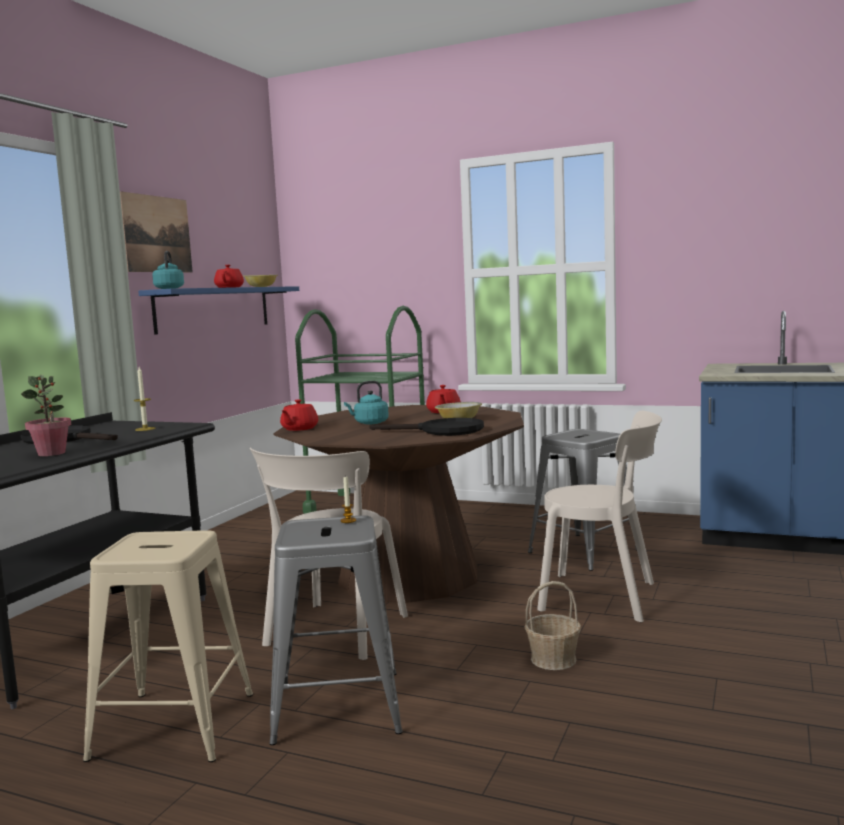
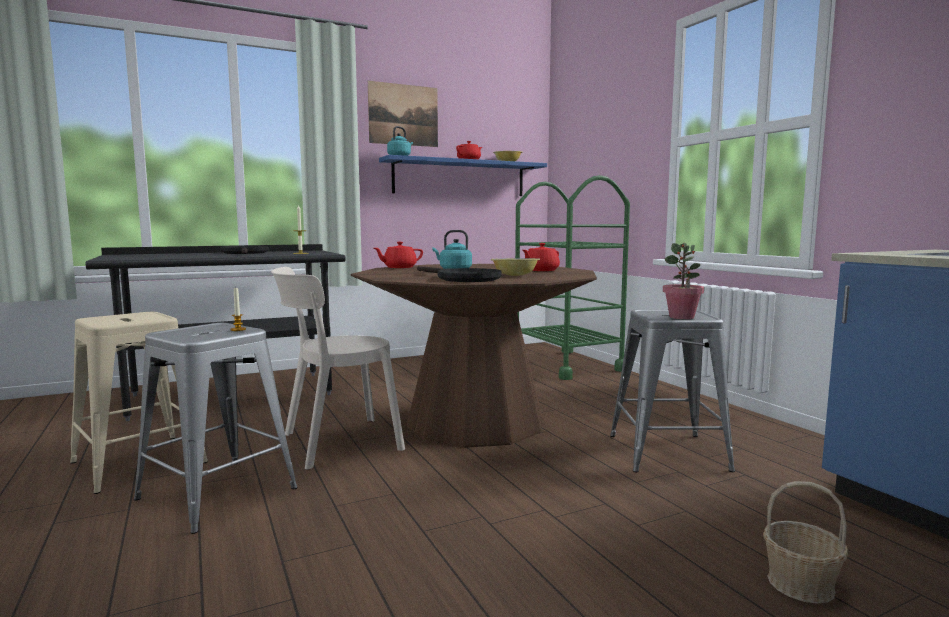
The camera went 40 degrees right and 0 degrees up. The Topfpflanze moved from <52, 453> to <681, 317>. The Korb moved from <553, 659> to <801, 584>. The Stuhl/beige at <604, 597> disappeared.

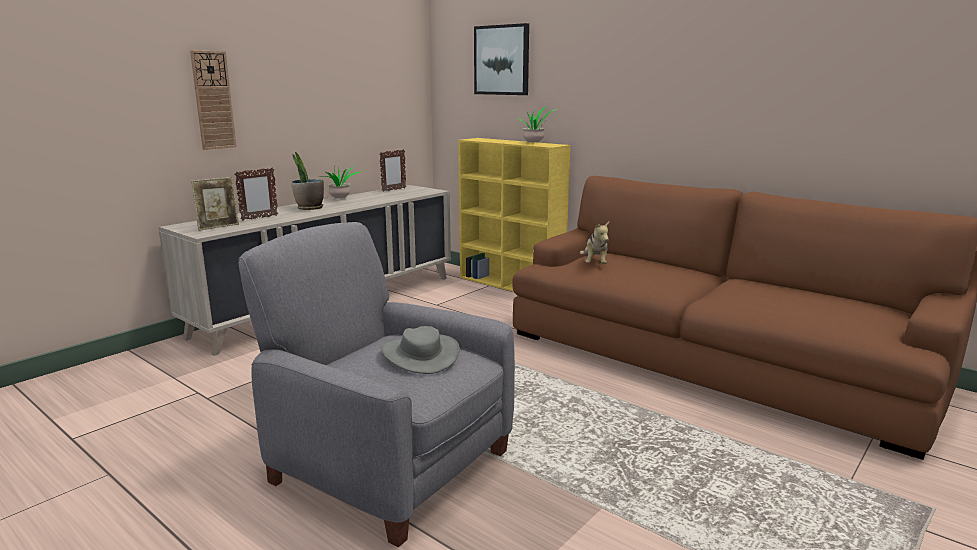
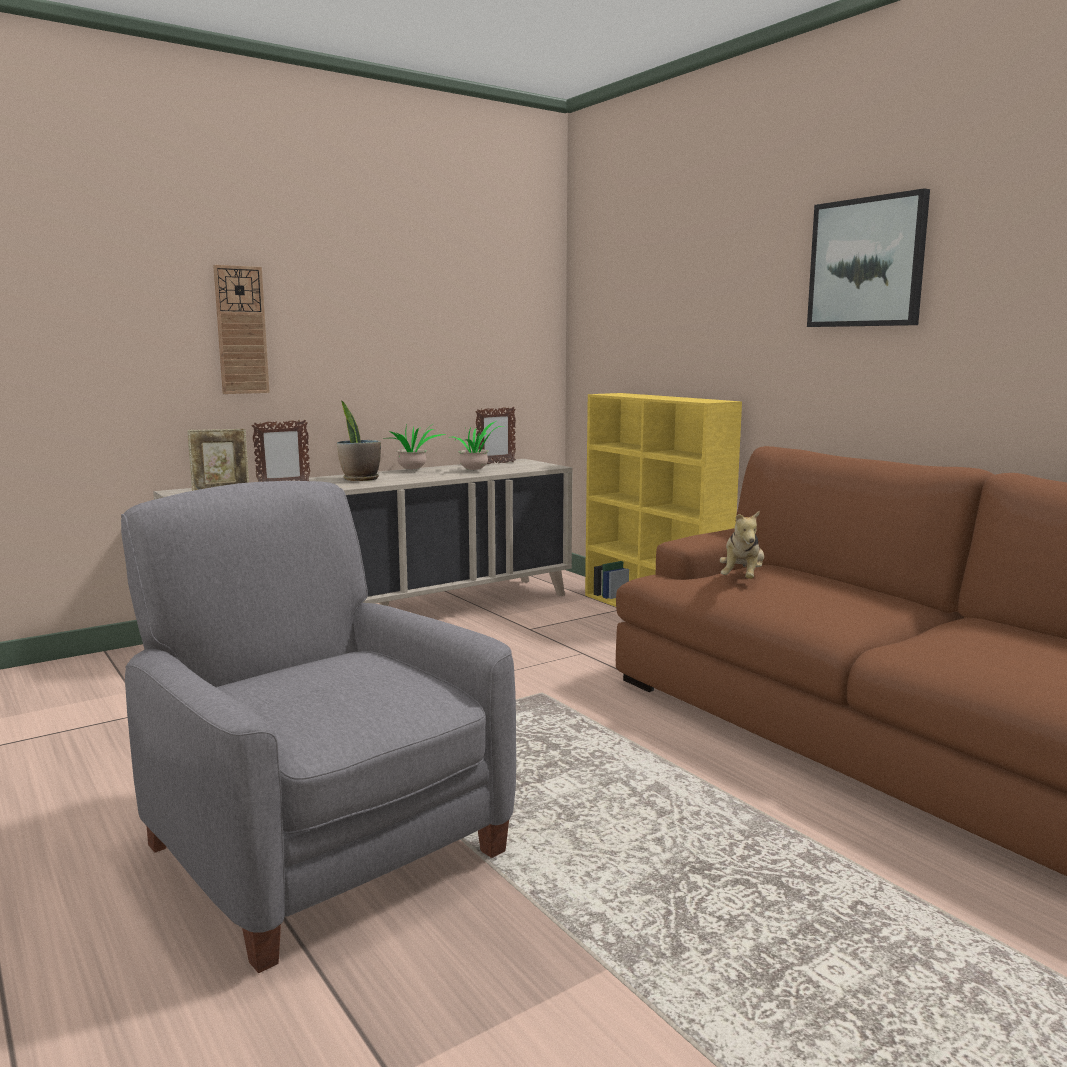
The camera went 15 degrees right and 5 degrees down. The Topfpflanze moved from <535, 143> to <476, 471>. The Bild moved from <502, 60> to <867, 262>. The Hut/grau at <420, 355> disappeared.

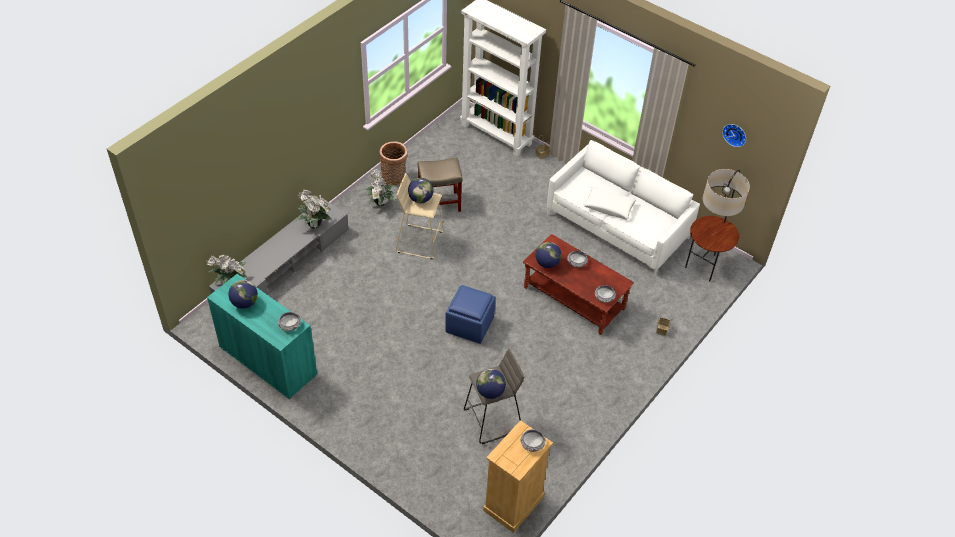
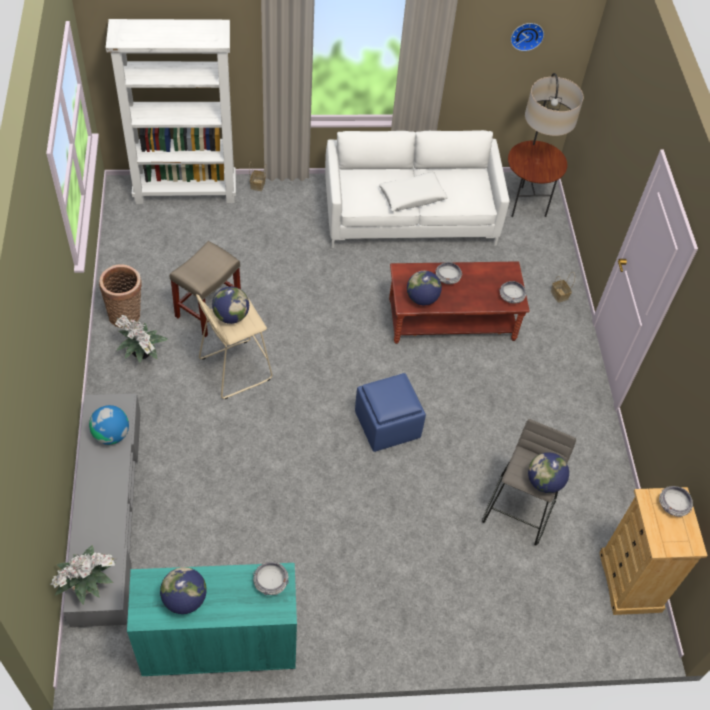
The camera went 45 degrees left and 5 degrees up. The Topfpflanze at <314, 224> was replaced by the Globus at <111, 434>.

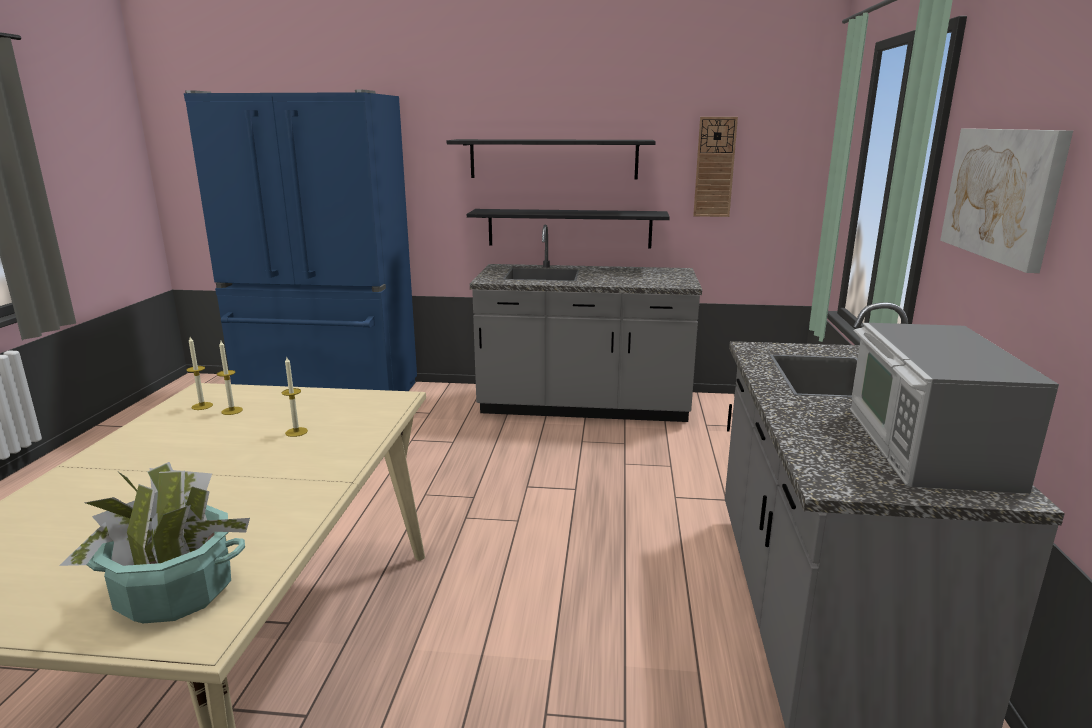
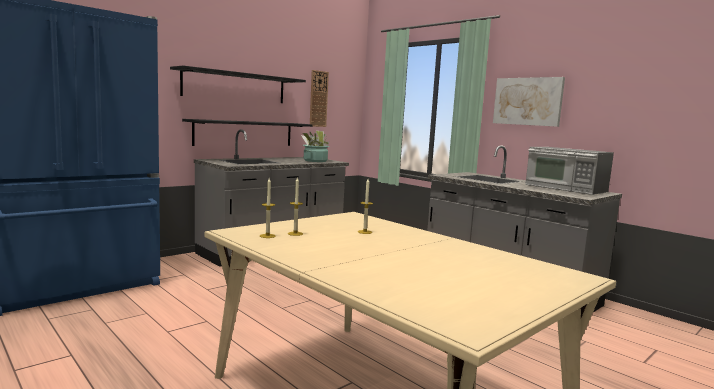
The camera went 50 degrees left and 10 degrees down. The Topfpflanze moved from <176, 592> to <315, 161>.

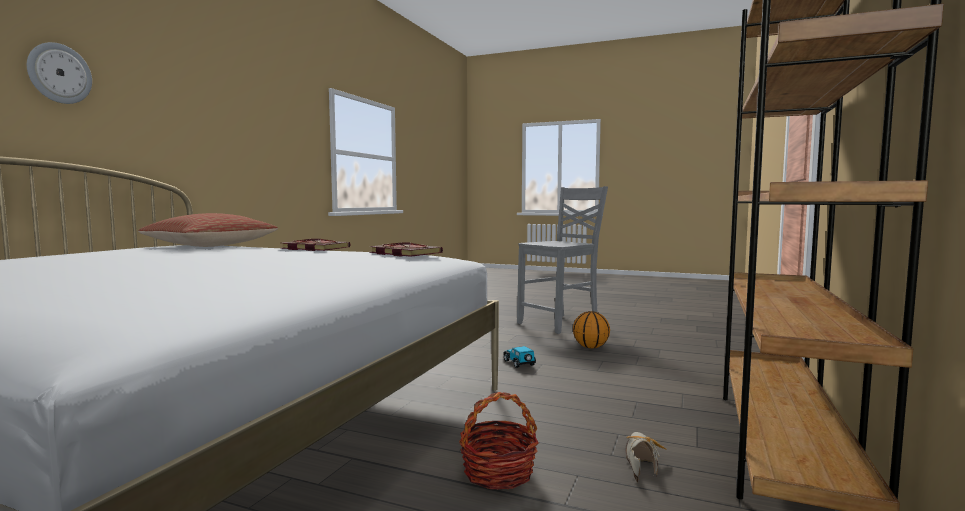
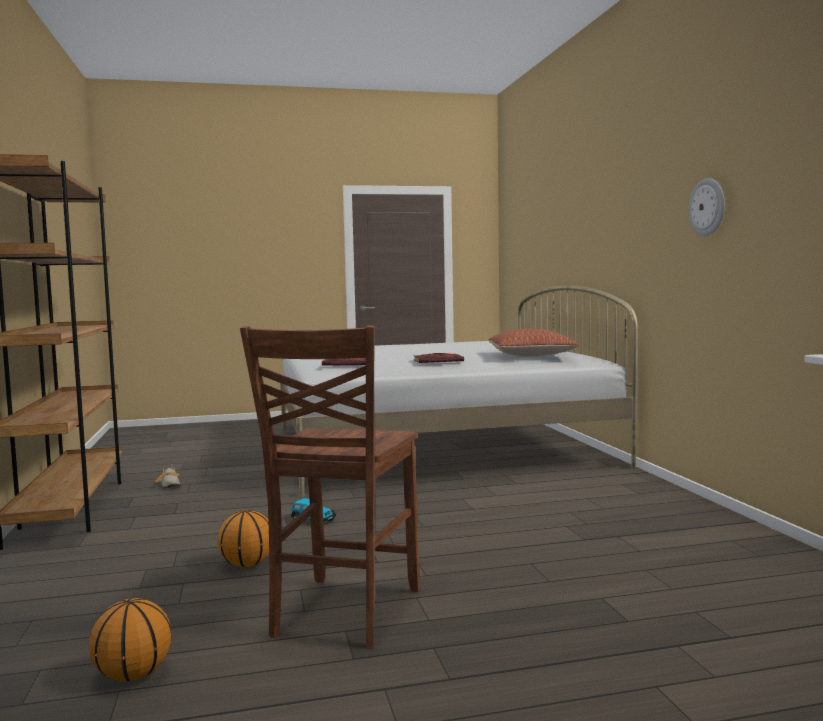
The camera went 145 degrees right and 0 degrees up. The Basketball at <133, 676> appeared. The Stuhl/grau at <560, 323> became the Stuhl/braun at <343, 613>. The Wanduhr moved from <59, 73> to <708, 207>. The Korb at <498, 472> disappeared.

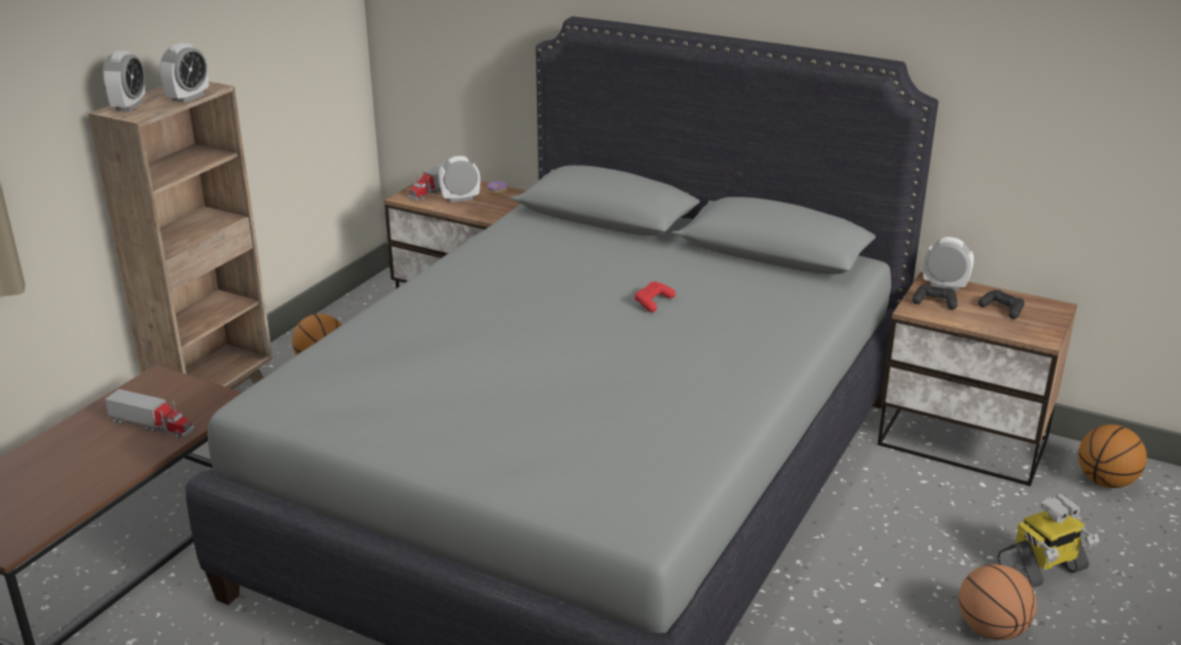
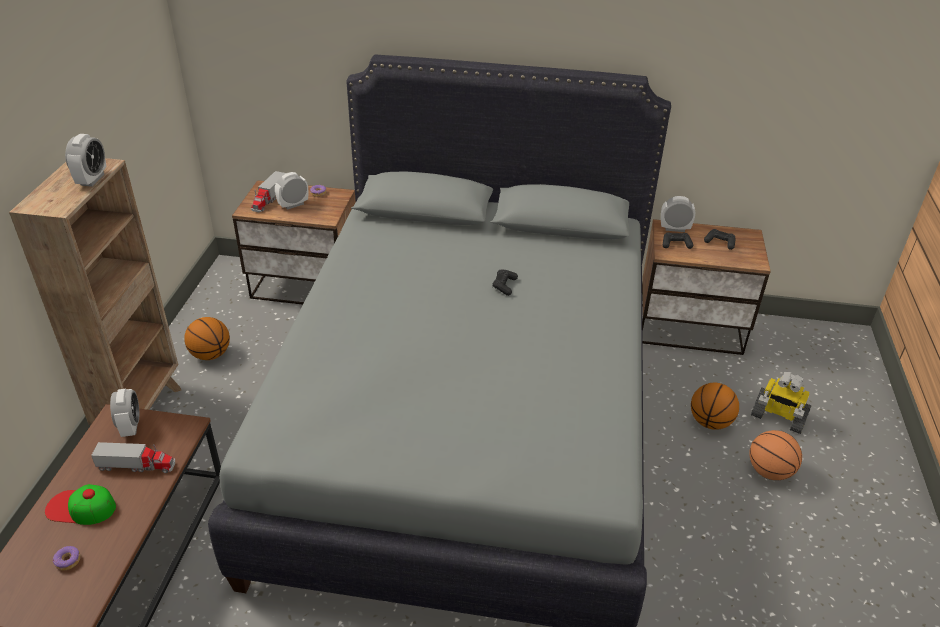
The camera went 20 degrees left and 10 degrees up. The Kappe at <80, 507> appeared. The Donut at <68, 561> appeared. The Wecker moved from <129, 106> to <131, 426>. The Gamepad/rot at <653, 302> became the Gamepad/schwarz at <504, 286>. The Basketball moved from <1106, 482> to <710, 422>. The Spielzeugroboter at <1042, 569> turned 75 degrees clockwise.

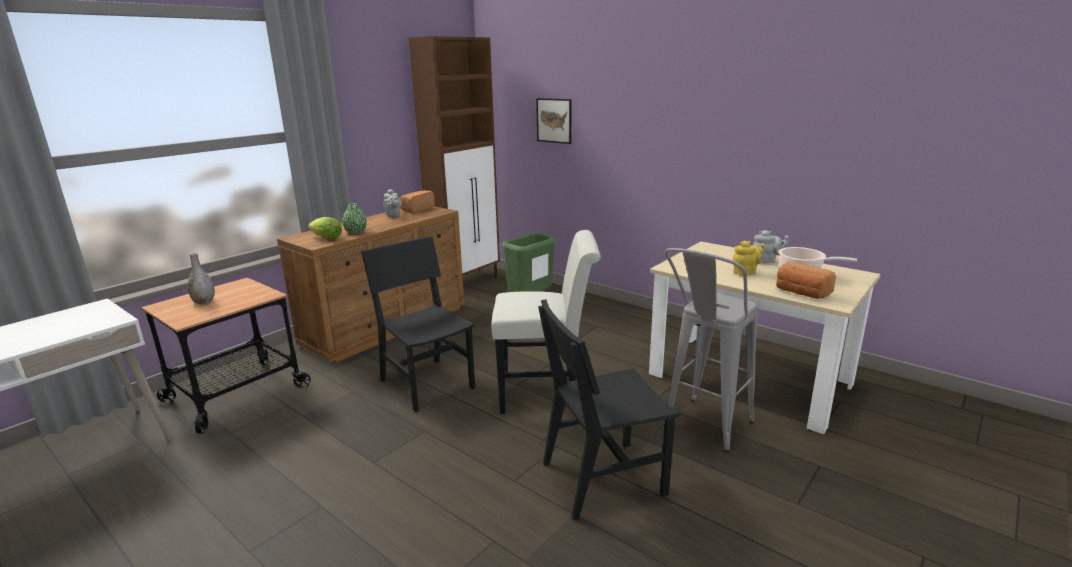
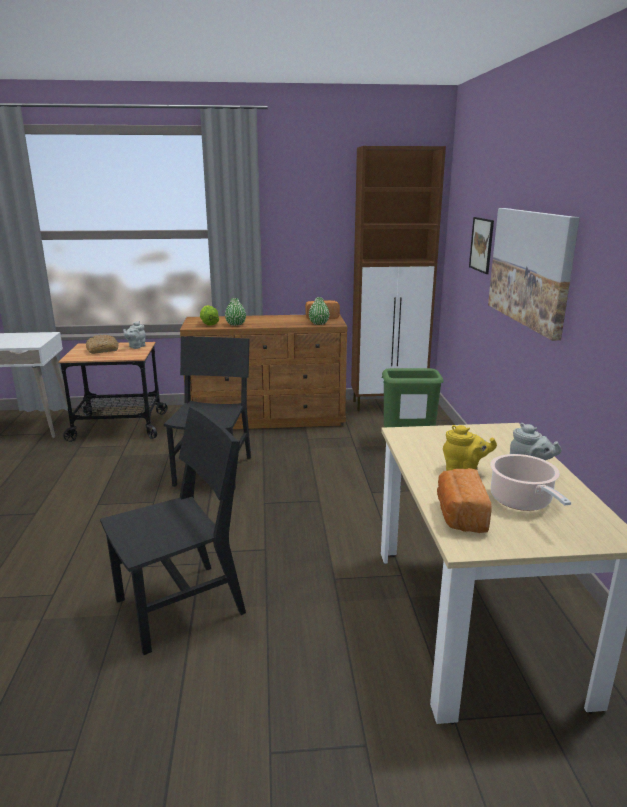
The camera went 45 degrees right and 0 degrees up. The Vase/grau at <204, 302> was replaced by the Brot at <103, 350>. The Stuhl/schwarz at <603, 478> turned 120 degrees clockwise. The Teekanne/grau moved from <393, 215> to <136, 347>. The Vase/grün at <319, 323> appeared. The Bild at <530, 268> appeared. The Stuhl/weiß at <546, 393> disappeared. The Hocker/grau at <702, 431> disappeared.

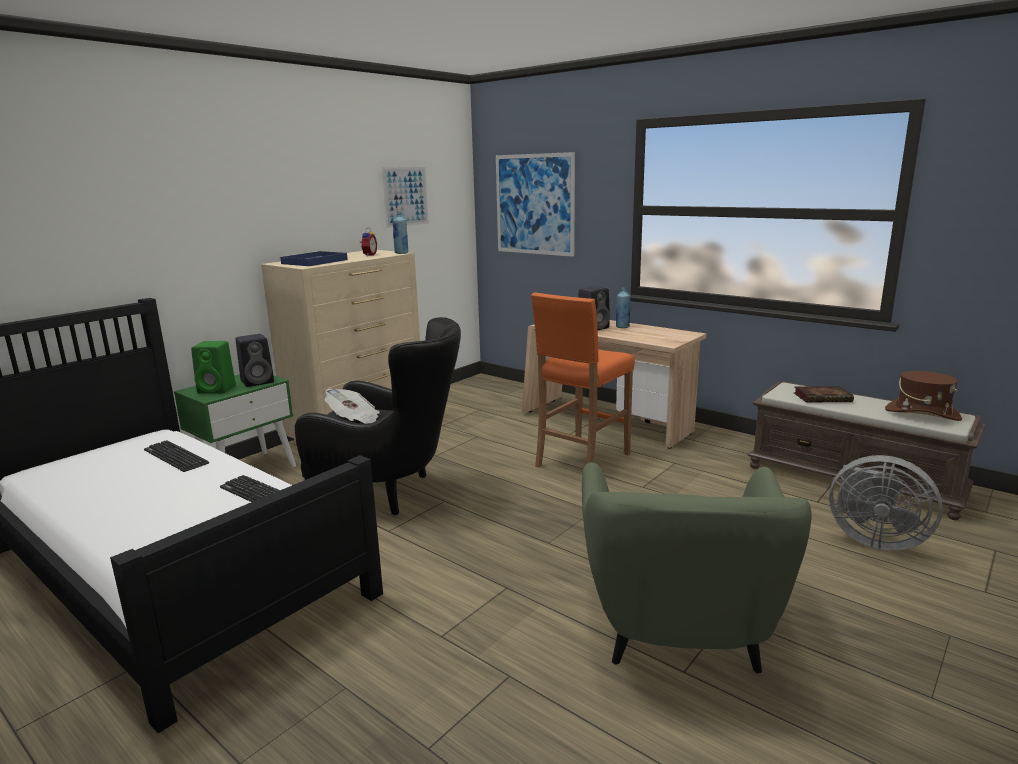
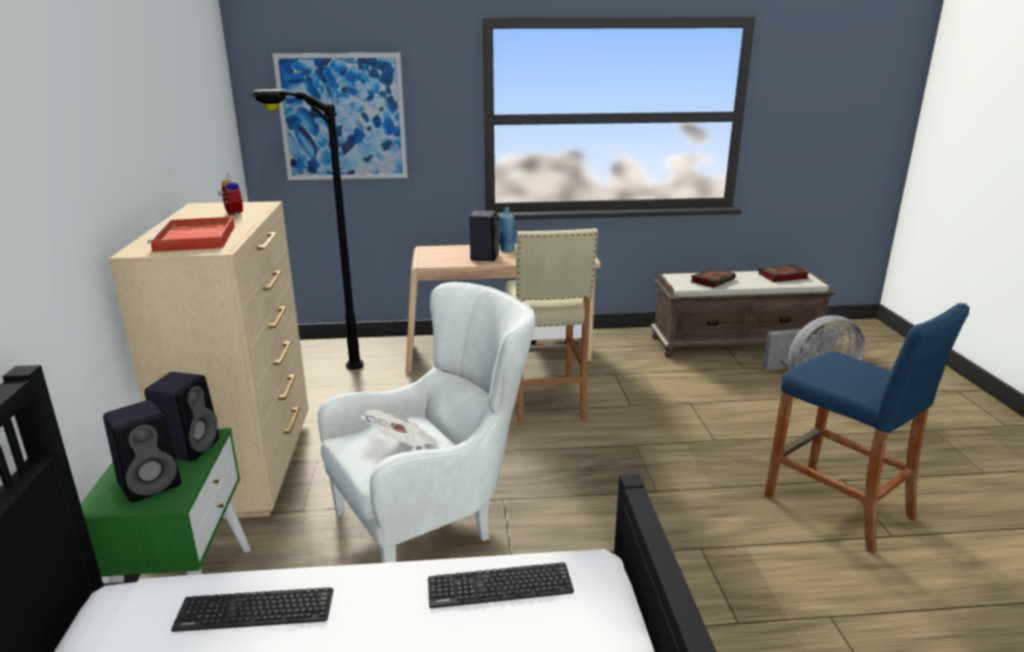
The camera went 45 degrees left and 5 degrees up. The Lautsprecher/grün at <218, 389> became the Lautsprecher/schwarz at <152, 483>. The Tablett/blau at <313, 262> became the Tablett/rot at <195, 239>. The Stehlampe/schwarz at <316, 353> appeared. The Sessel/schwarz at <390, 493> became the Sessel/weiß at <435, 520>. The Hocker/orange at <582, 460> became the Hocker/beige at <545, 401>. The Hut/braun at <922, 414> was replaced by the Buch at <782, 276>. The Sessel/grün at <677, 626> was replaced by the Hocker/blau at <837, 506>. The Bild at <406, 196> disappeared. The Flasche/blau at <401, 253> disappeared.

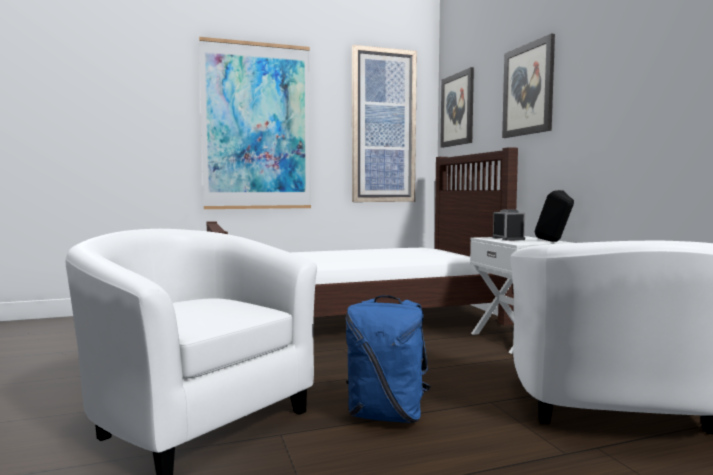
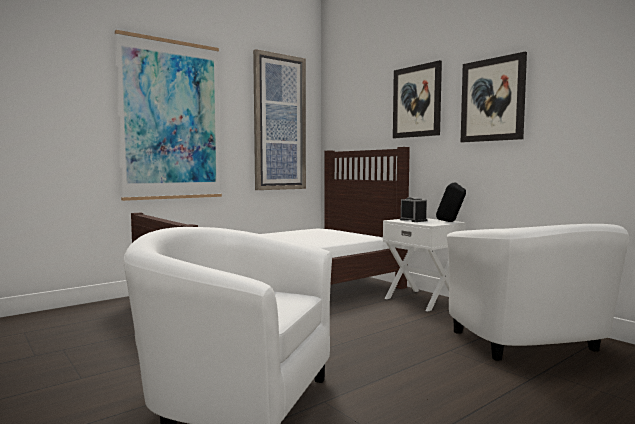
The camera went 20 degrees left and 0 degrees up. The Bild moved from <457, 109> to <492, 100>. The Rucksack/blau at <387, 415> disappeared.

